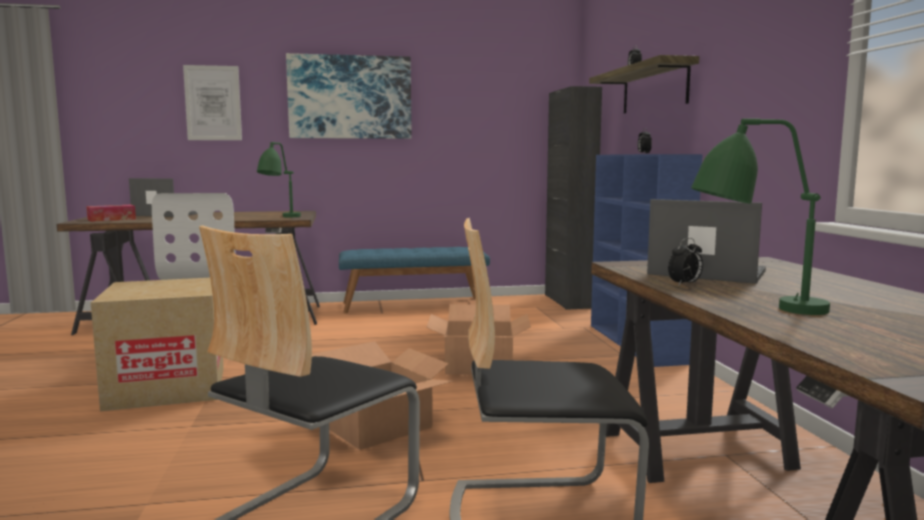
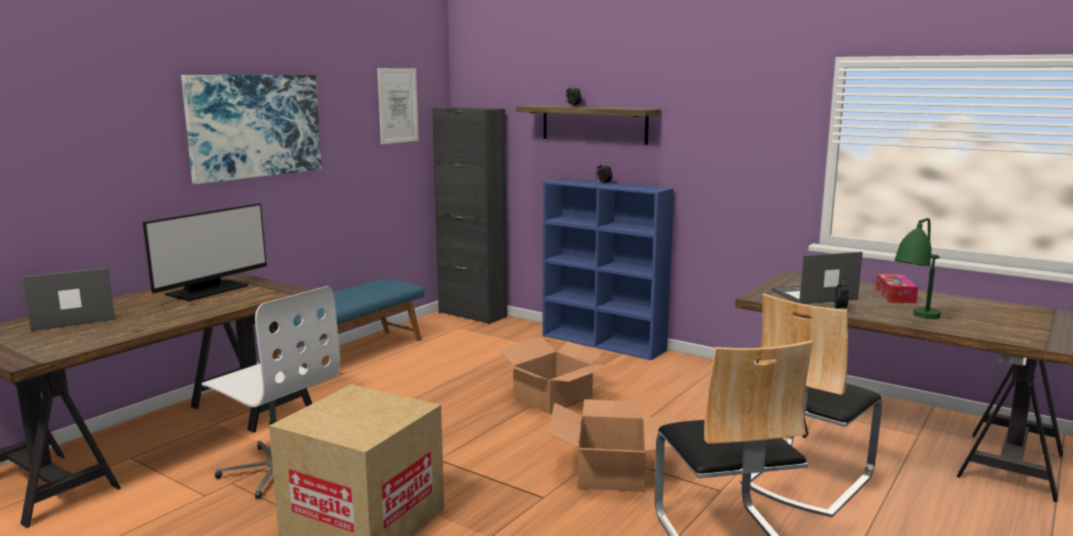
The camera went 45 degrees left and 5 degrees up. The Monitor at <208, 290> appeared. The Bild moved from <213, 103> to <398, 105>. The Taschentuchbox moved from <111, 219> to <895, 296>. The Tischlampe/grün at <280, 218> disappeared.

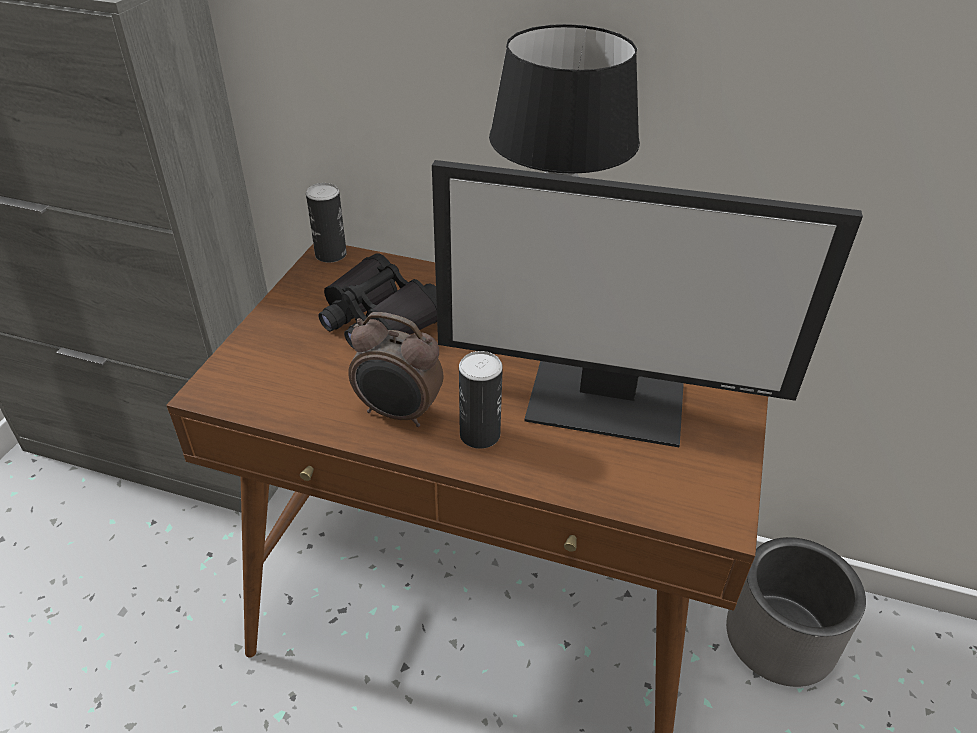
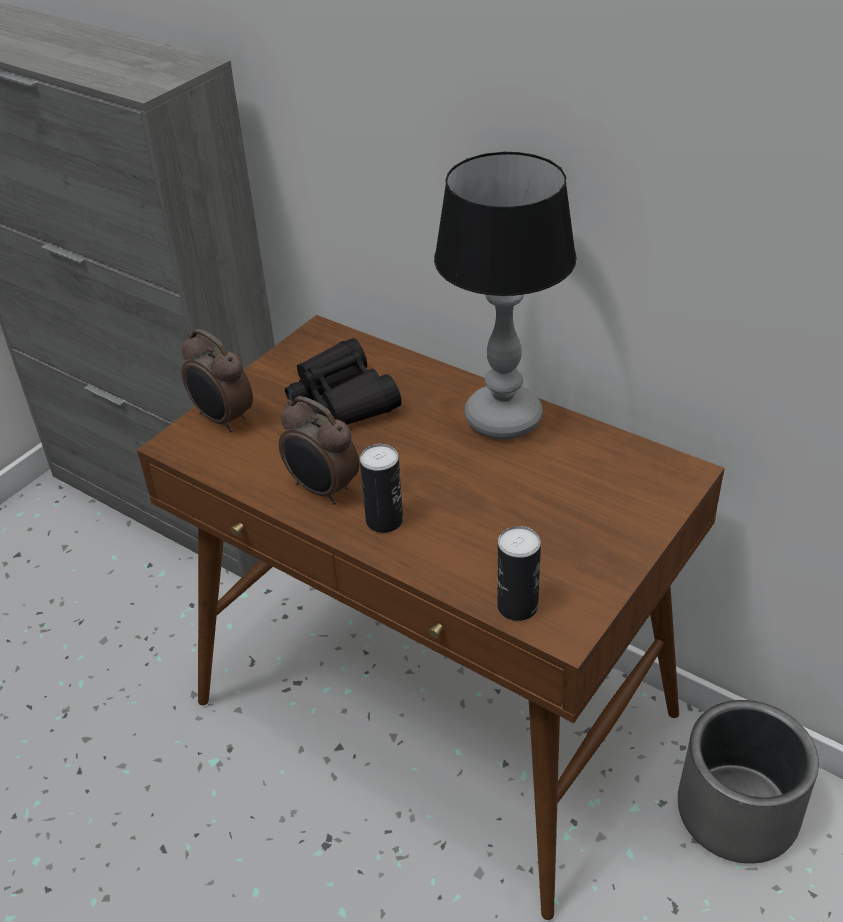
The camera went 20 degrees right and 0 degrees up. The Wecker at <222, 419> appeared. The Dose moved from <331, 254> to <517, 606>. The Monitor at <608, 400> disappeared.

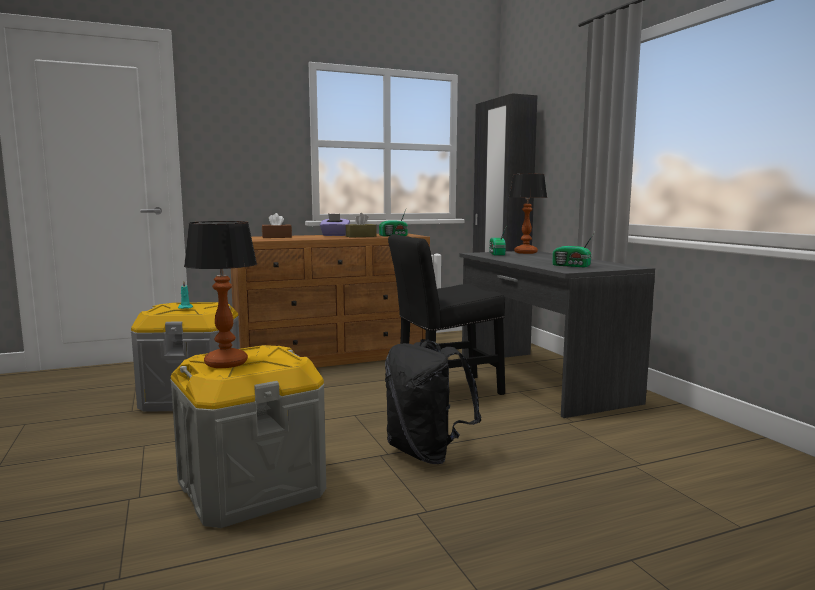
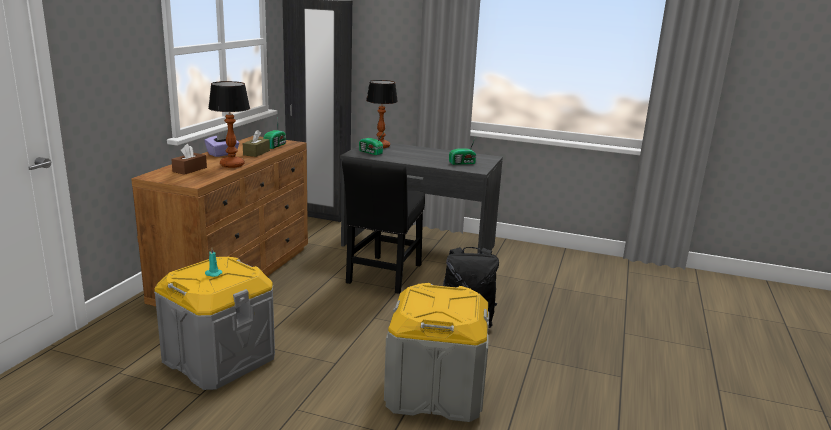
The camera went 50 degrees left and 10 degrees up. The Tischlampe moved from <226, 363> to <232, 165>.

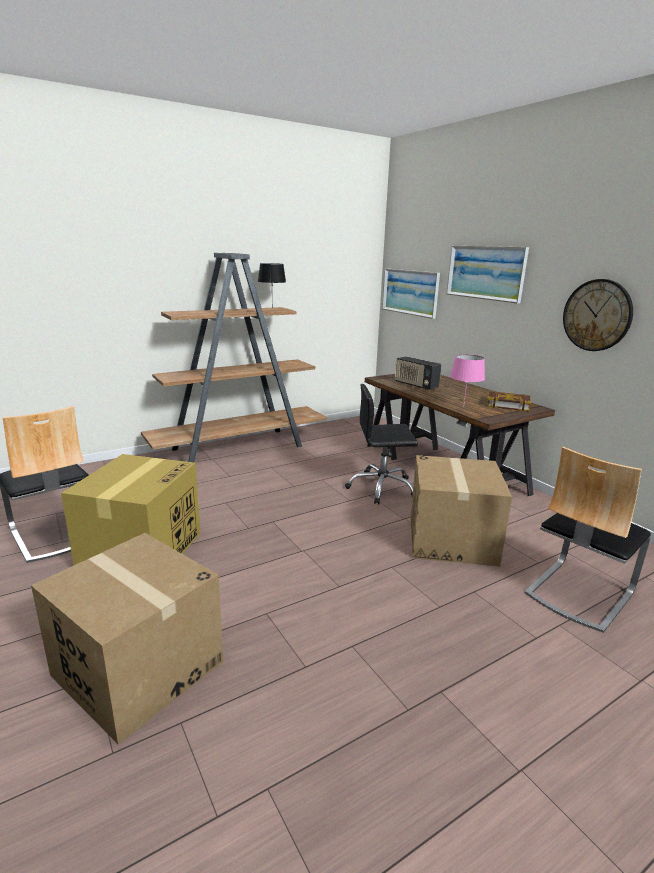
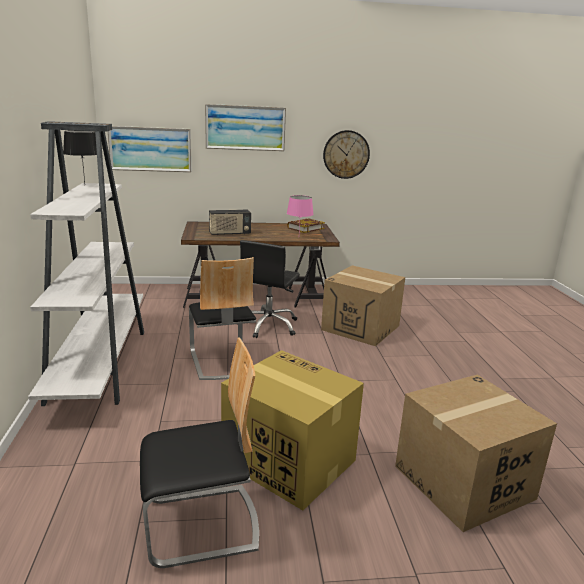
The camera went 65 degrees left and 0 degrees up. The Bücherregal/braun at <240, 448> became the Bücherregal/weiß at <99, 363>. The Stuhl moved from <578, 592> to <221, 361>.

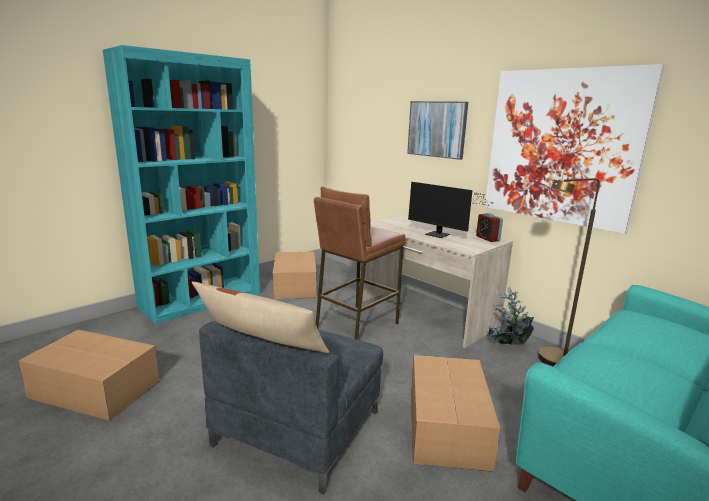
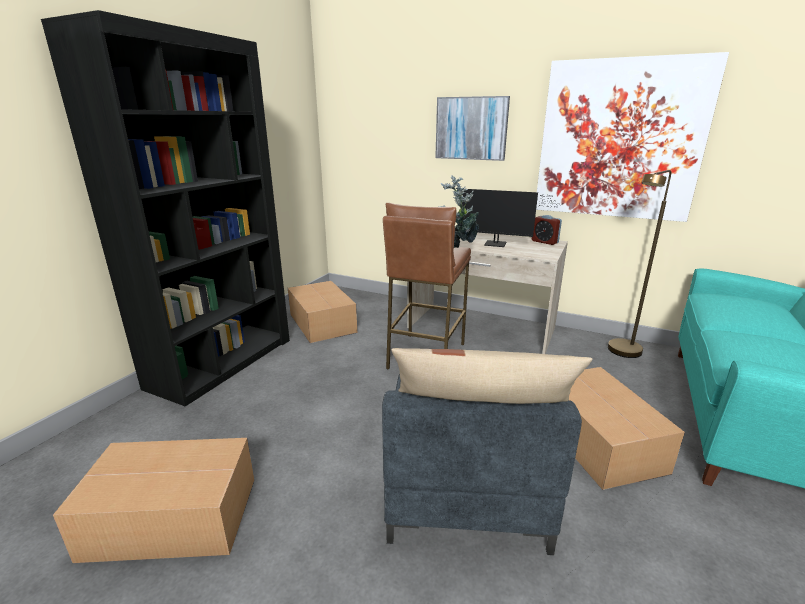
The camera went 20 degrees left and 5 degrees up. The Bücherregal/türkis at <201, 300> became the Bücherregal/schwarz at <223, 362>. The Topfpflanze moved from <507, 347> to <455, 250>.

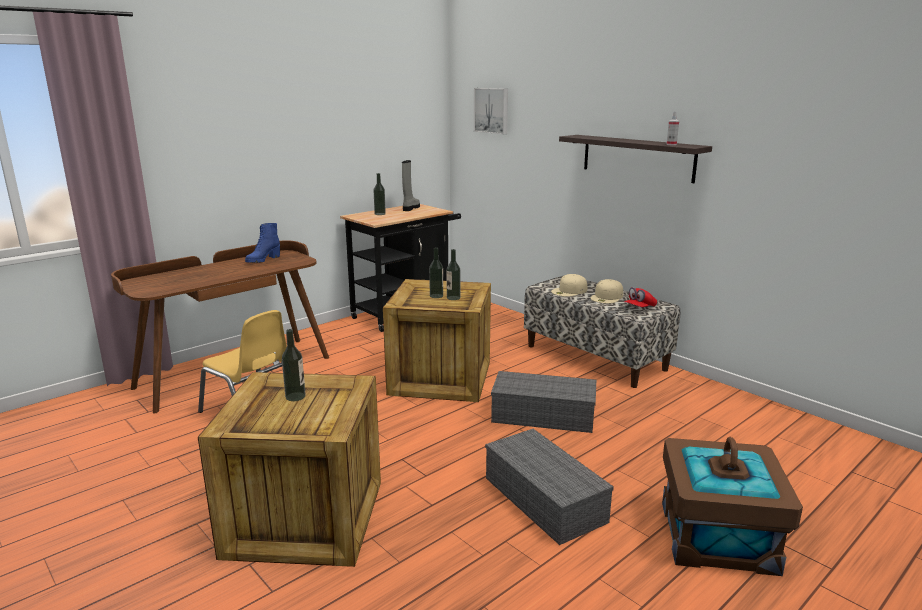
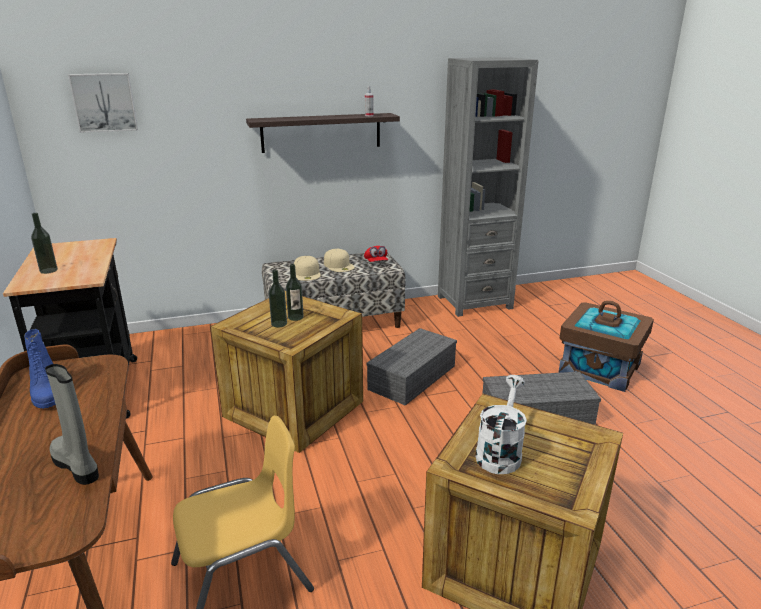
The camera went 65 degrees left and 5 degrees up. The Stiefel/grau moved from <410, 208> to <77, 466>. The Bücherregal/grau at <474, 302> appeared. The Flasche at <295, 396> was replaced by the Gießkanne/weiß at <500, 452>.

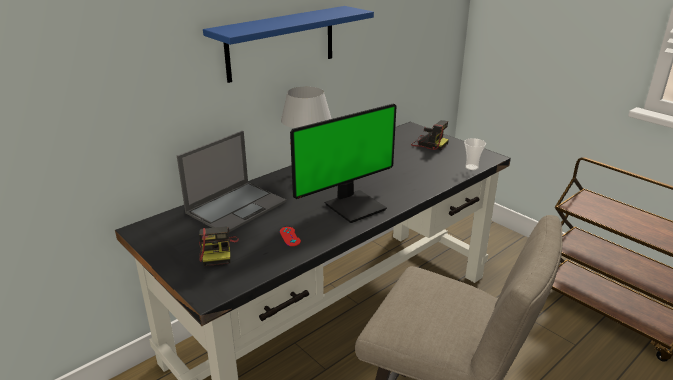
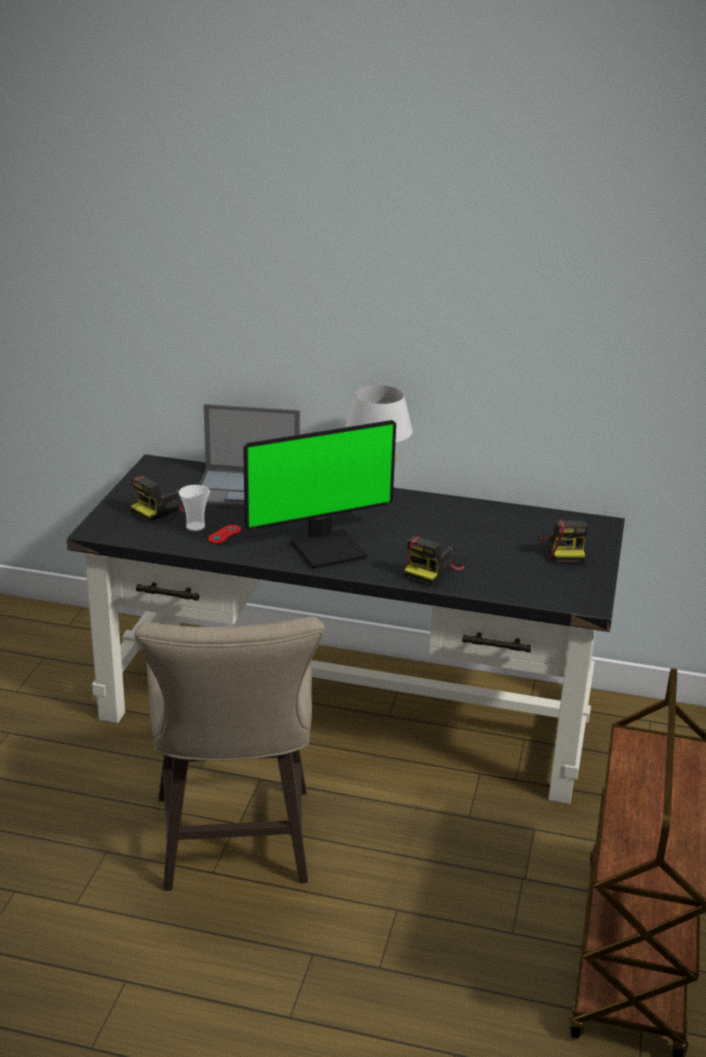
The camera went 55 degrees right and 0 degrees up. The Tasse moved from <471, 167> to <195, 526>. The Monitor at <354, 205> turned 45 degrees counterclockwise. The Kamera at <432, 570> appeared. The Wandregal/blau at <281, 43> disappeared.

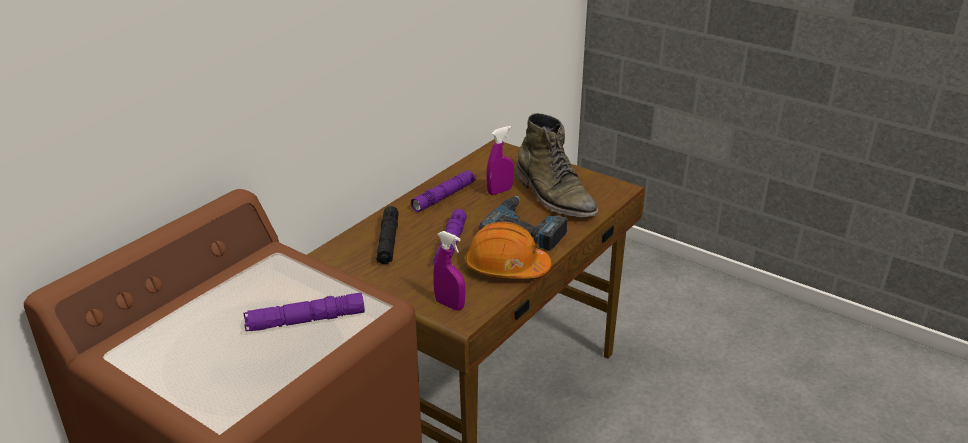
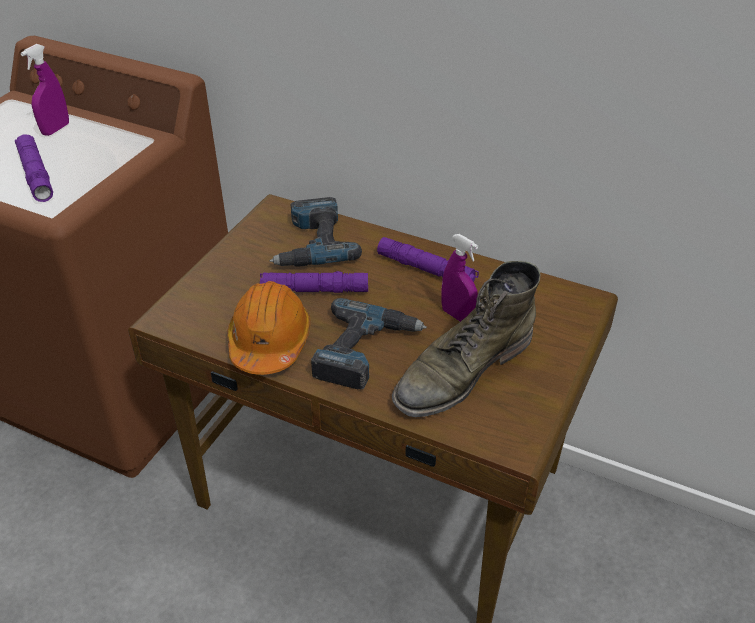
The camera went 80 degrees right and 10 degrees up. The Sprühflasche/lila moved from <449, 305> to <55, 129>. The Taschenlampe/schwarz at <388, 241> was replaced by the Bohrmaschine at <311, 243>.

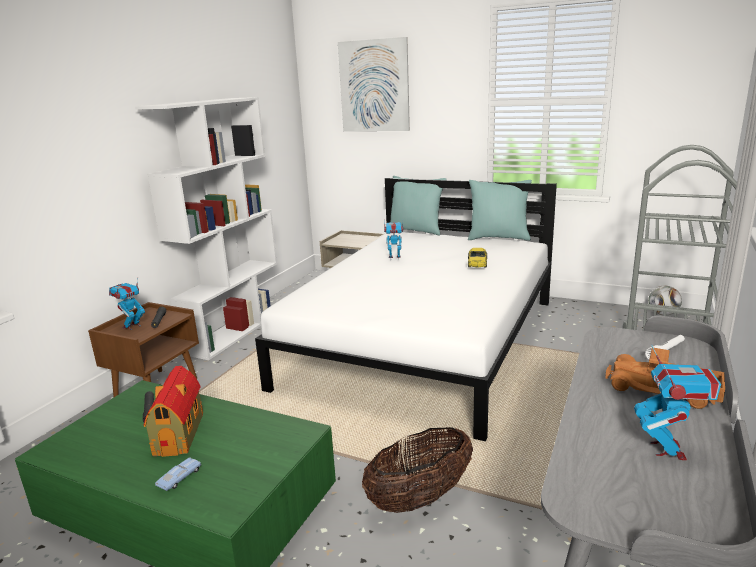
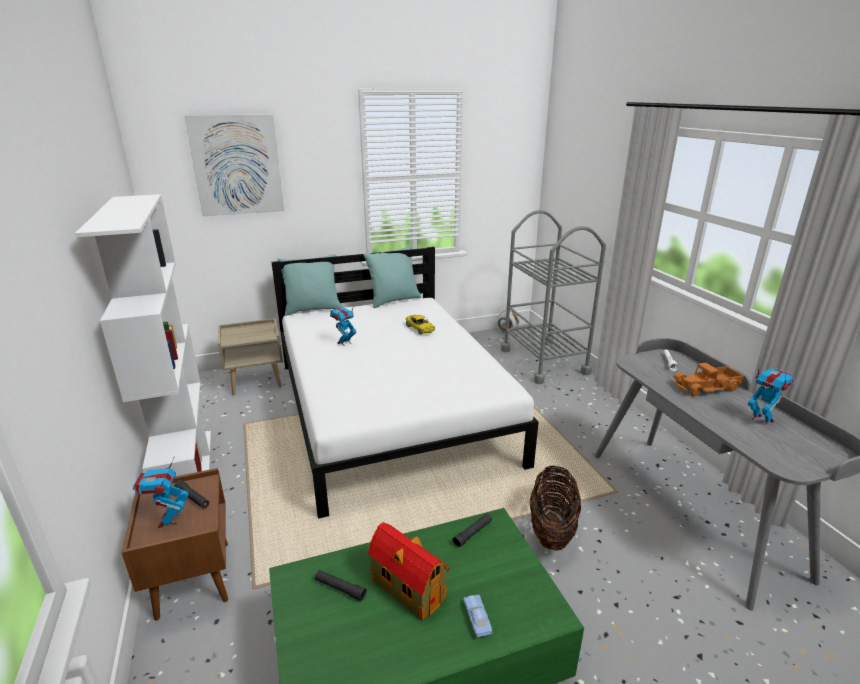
The camera went 45 degrees left and 5 degrees up. The Taschenlampe/schwarz at <473, 533> appeared.

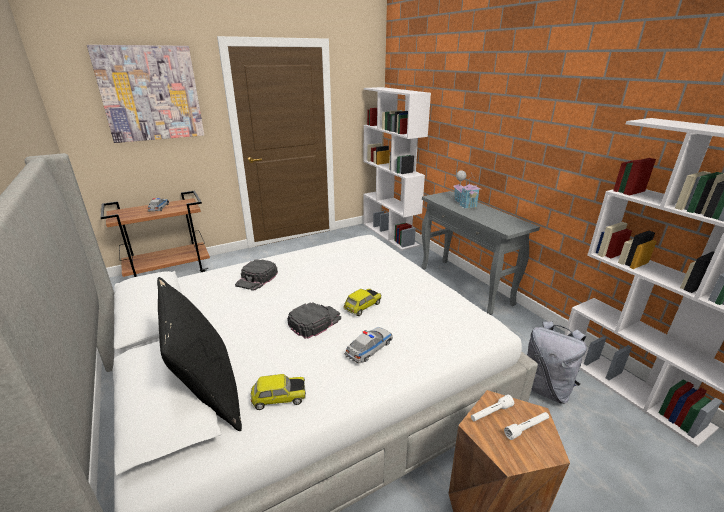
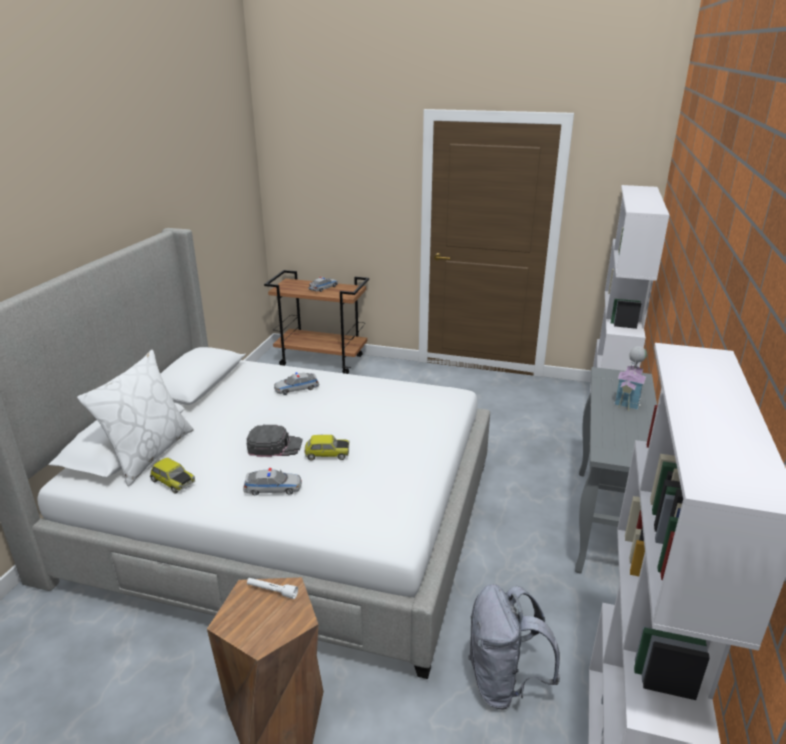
The camera went 45 degrees right and 0 degrees up. The Kissen/schwarz at <207, 392> became the Kissen/weiß at <148, 453>. The Kappe/schwarz at <256, 279> was replaced by the Spielzeugauto at <296, 388>. The Bild at <151, 94> disappeared. The Taschenlampe/weiß at <526, 428> disappeared.

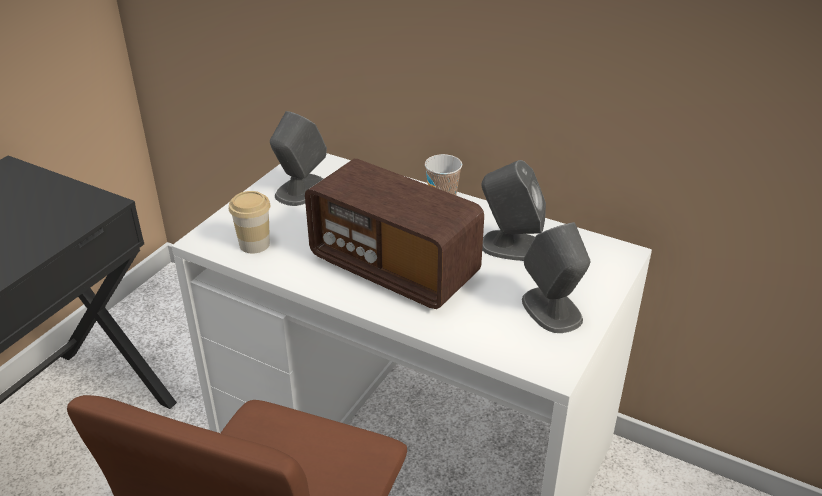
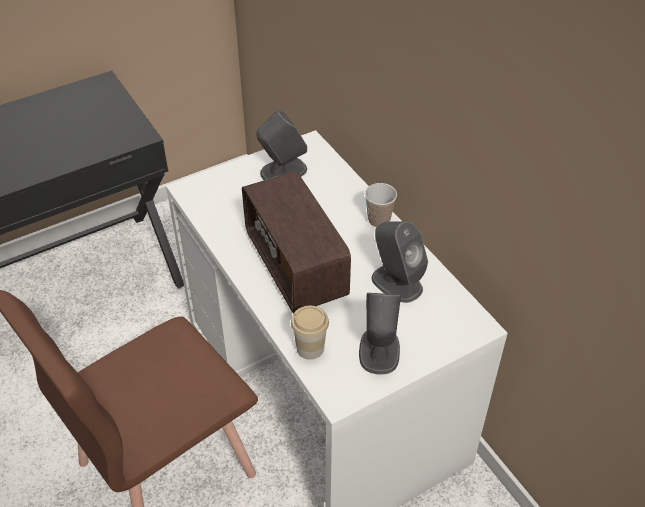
The camera went 30 degrees right and 10 degrees up. The Tasse moved from <254, 244> to <310, 348>.

